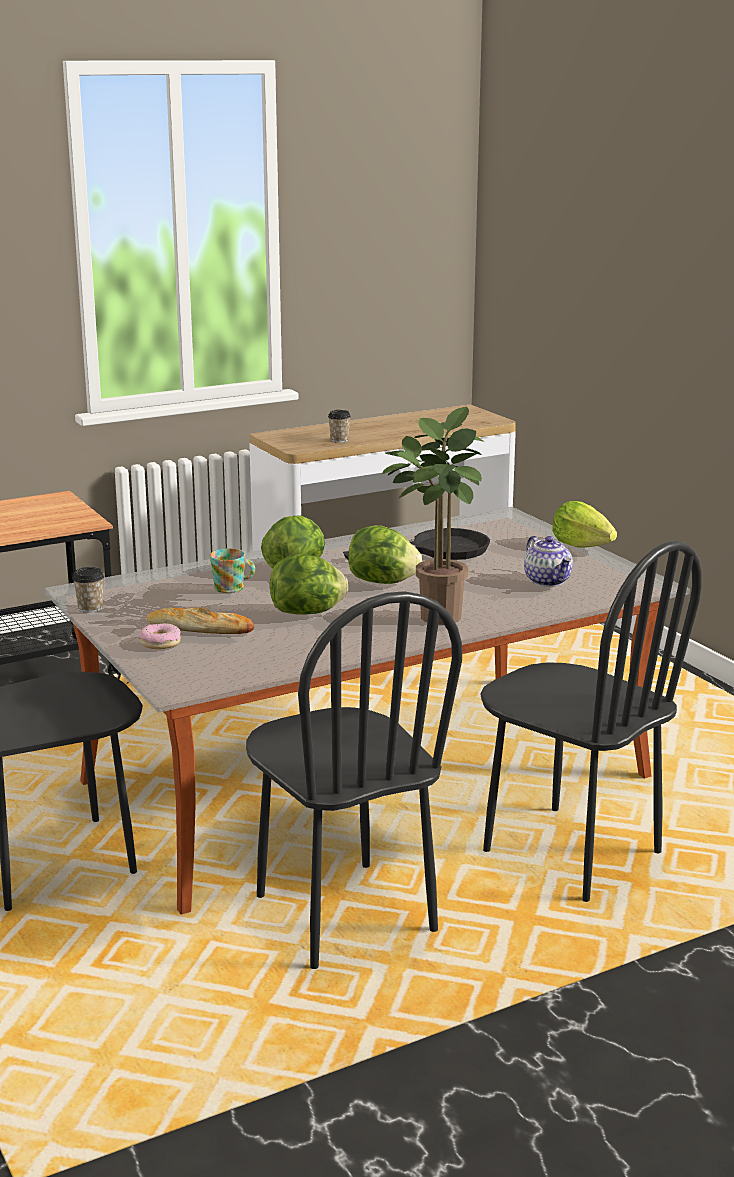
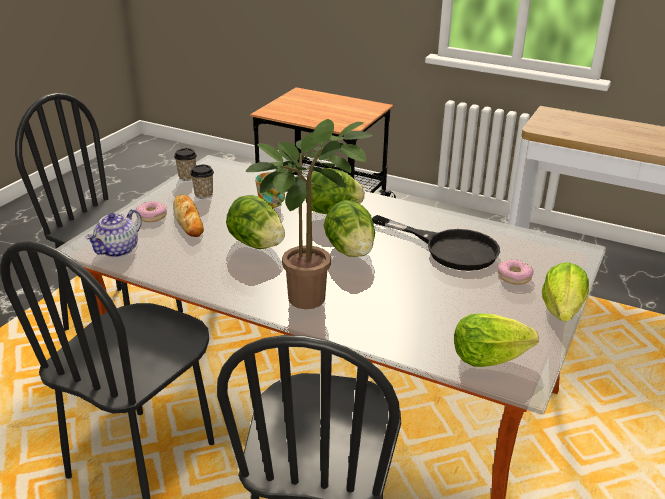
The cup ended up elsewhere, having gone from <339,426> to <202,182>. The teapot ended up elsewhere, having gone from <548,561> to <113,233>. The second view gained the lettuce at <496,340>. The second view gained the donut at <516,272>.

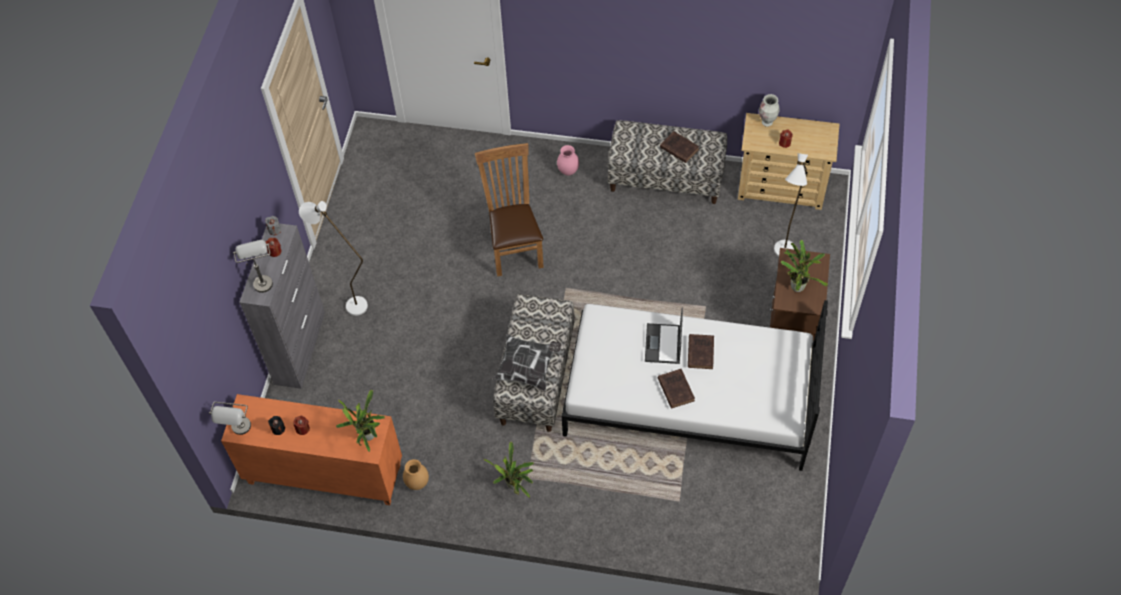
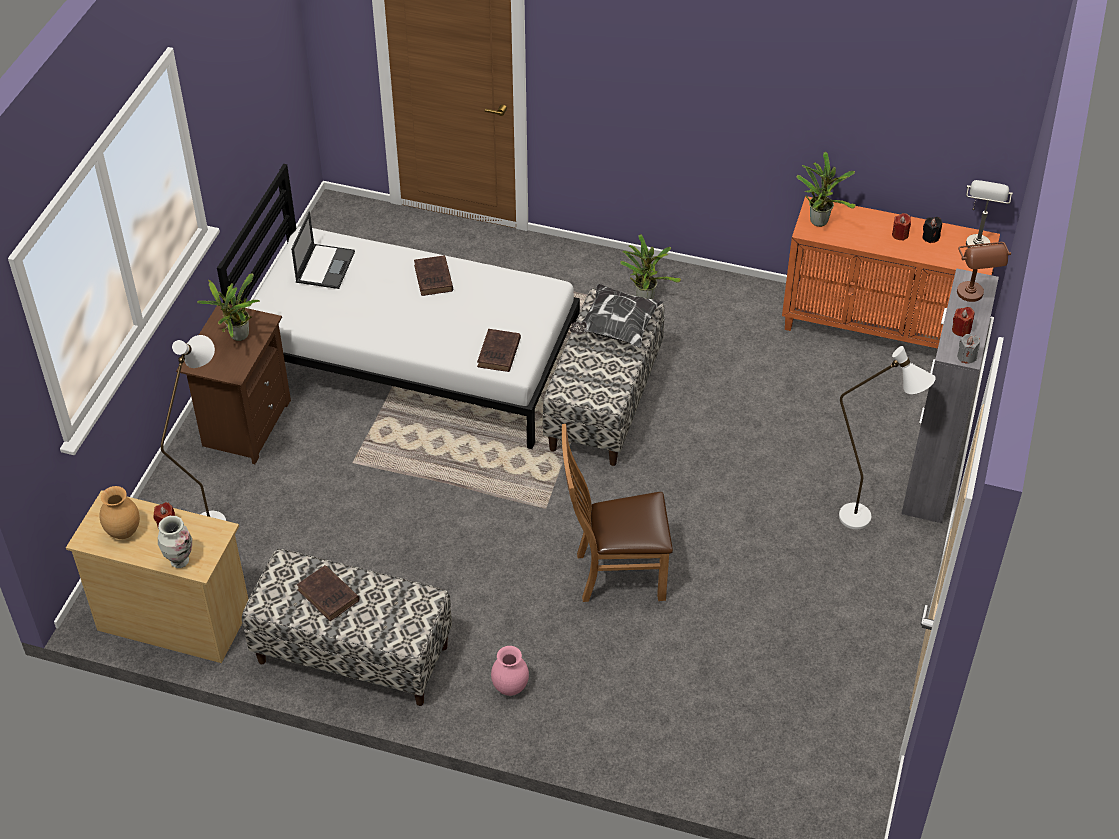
What was the grey table lamp at <253,266> turned into the brown table lamp at <984,272>. The brown vase ended up elsewhere, having gone from <416,474> to <120,512>. The brown chair at <509,210> ended up facing another way, 90 degrees clockwise from before. The laptop ended up elsewhere, having gone from <664,336> to <323,250>. The brown book ended up elsewhere, having gone from <701,351> to <499,350>.

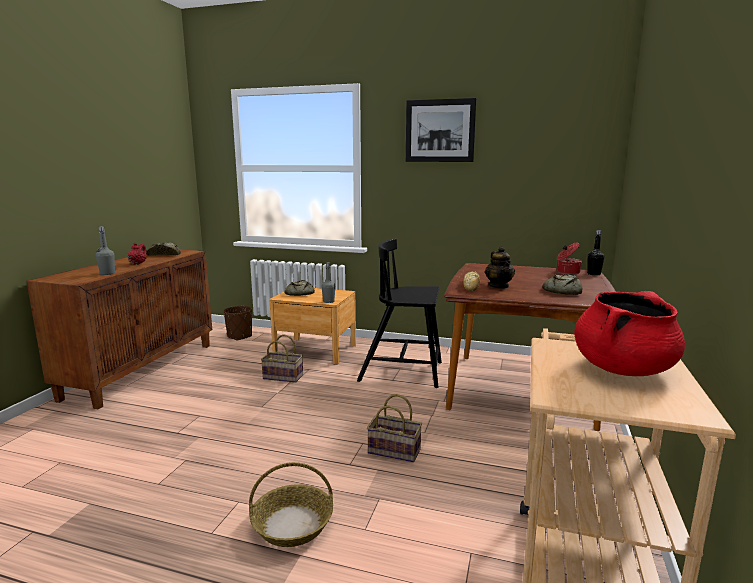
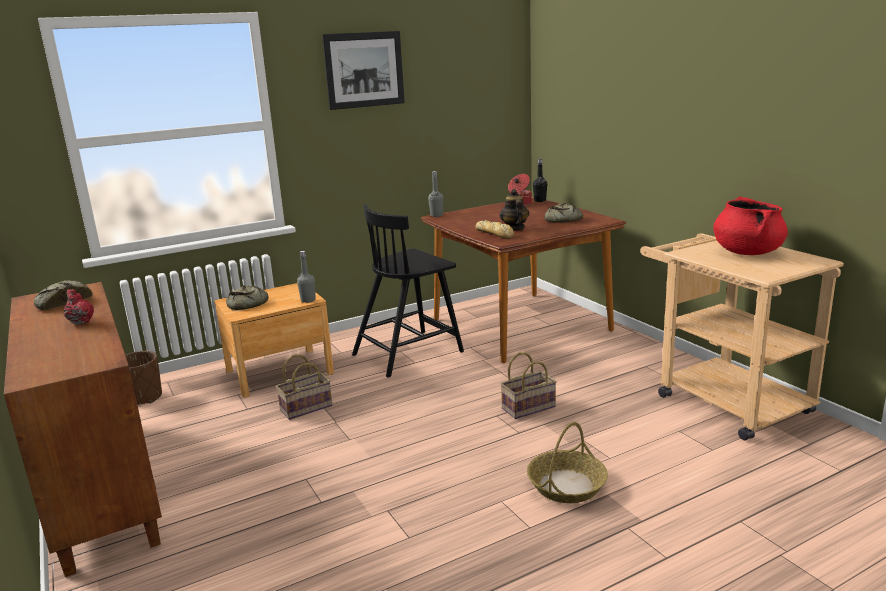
The grey bottle ended up elsewhere, having gone from <106,250> to <436,194>. The teapot at <500,267> ended up facing another way, 135 degrees counterclockwise from before.

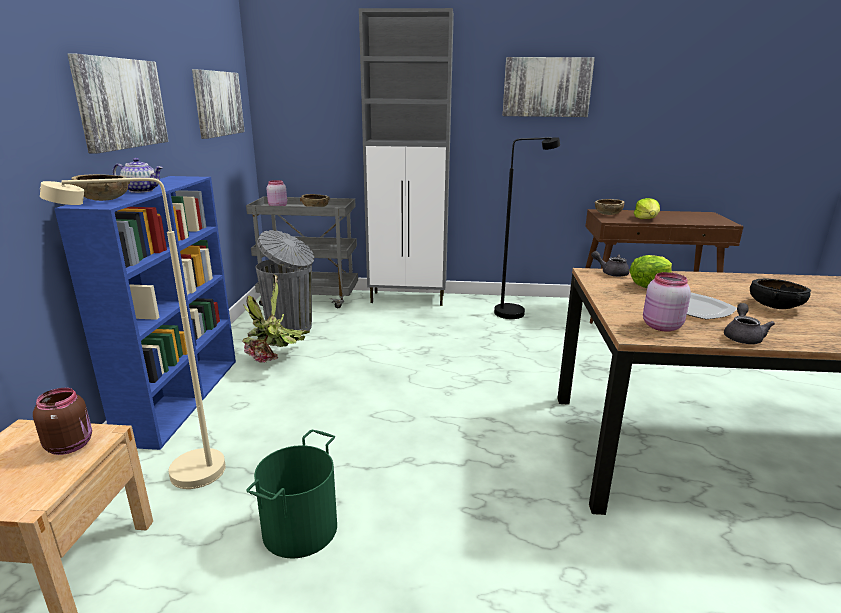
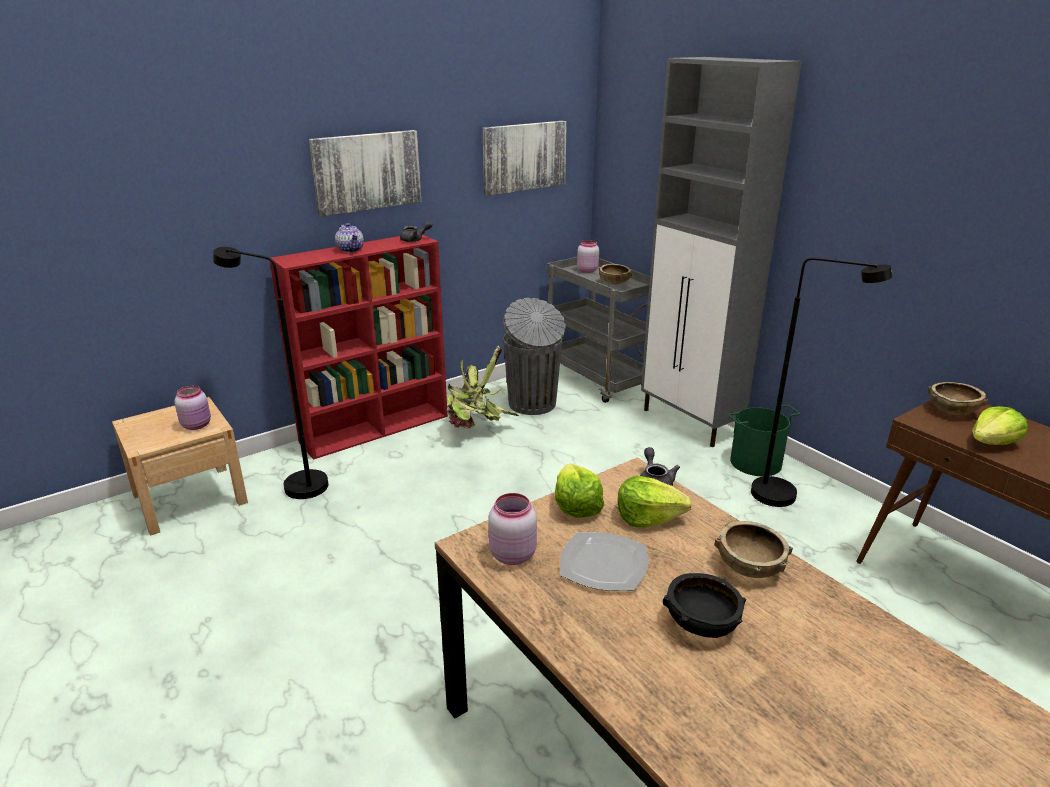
What was the brown jar at <62,421> turned into the pink jar at <192,408>. What was the beige floor lamp at <133,333> turned into the black floor lamp at <270,373>. What was the blue bookcase at <145,313> turned into the red bookcase at <359,347>. The brown bowl ended up elsewhere, having gone from <100,187> to <753,549>. The green bucket ended up elsewhere, having gone from <291,494> to <764,441>. The second view lost the picture at <549,87>. The grey teapot ended up elsewhere, having gone from <749,323> to <416,232>. The second view gained the lettuce at <579,491>.

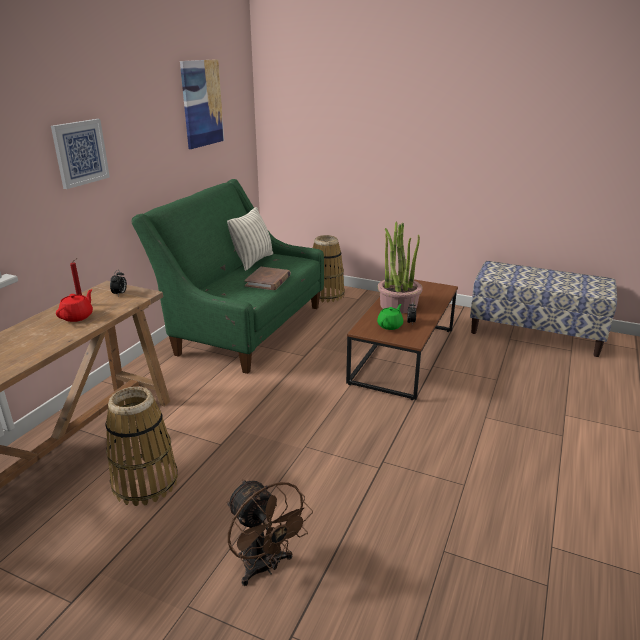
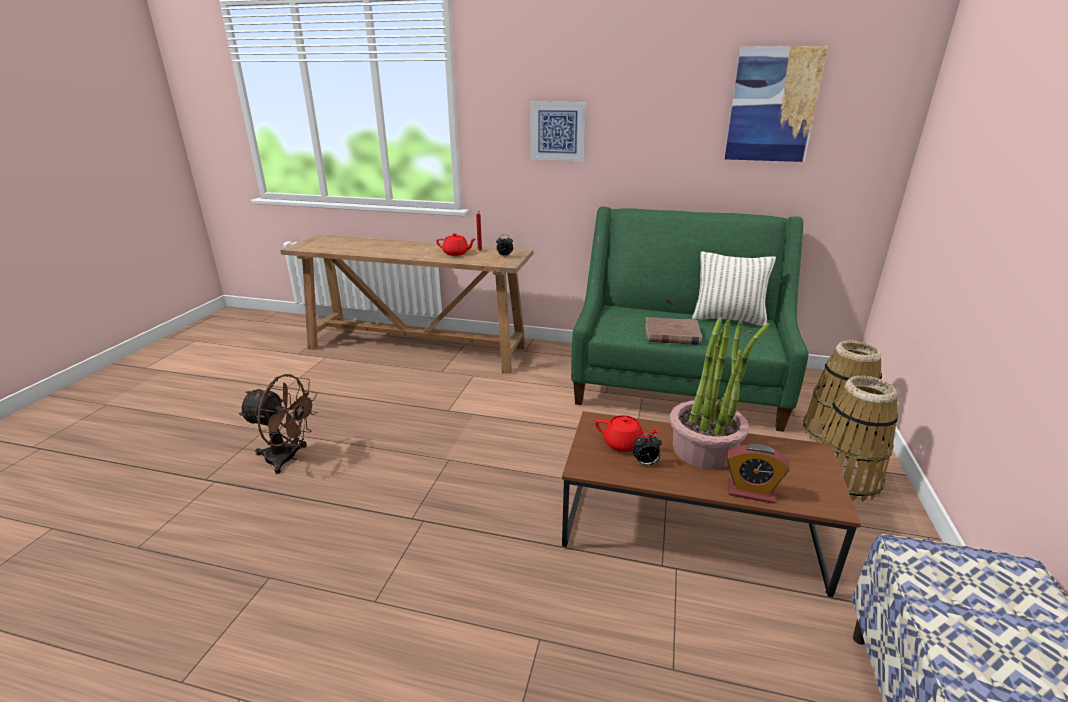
The basket ended up elsewhere, having gone from <141,446> to <857,439>. The brown fan at <270,532> ended up facing another way, 120 degrees counterclockwise from before. What was the green teapot at <390,317> turned into the red teapot at <627,433>. The second view gained the alarm clock at <758,474>.

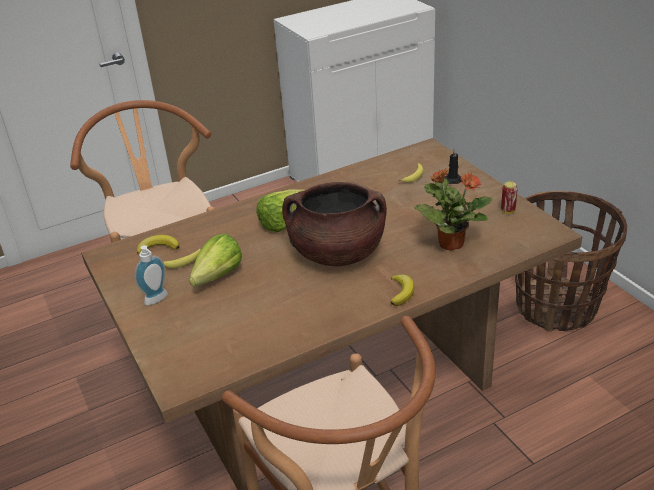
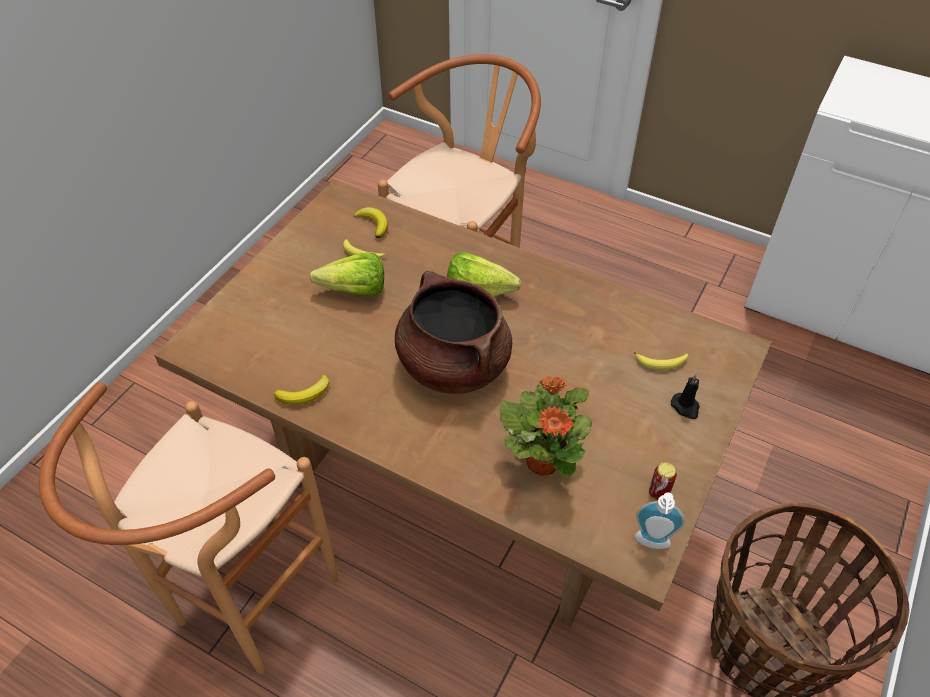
The soap dispenser ended up elsewhere, having gone from <151,275> to <660,520>. The banana ended up elsewhere, having gone from <402,290> to <301,390>.

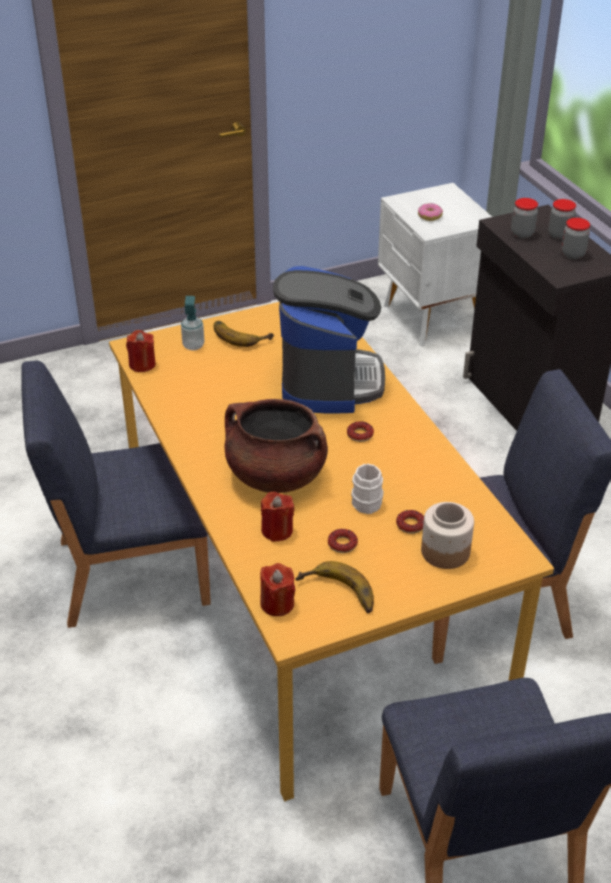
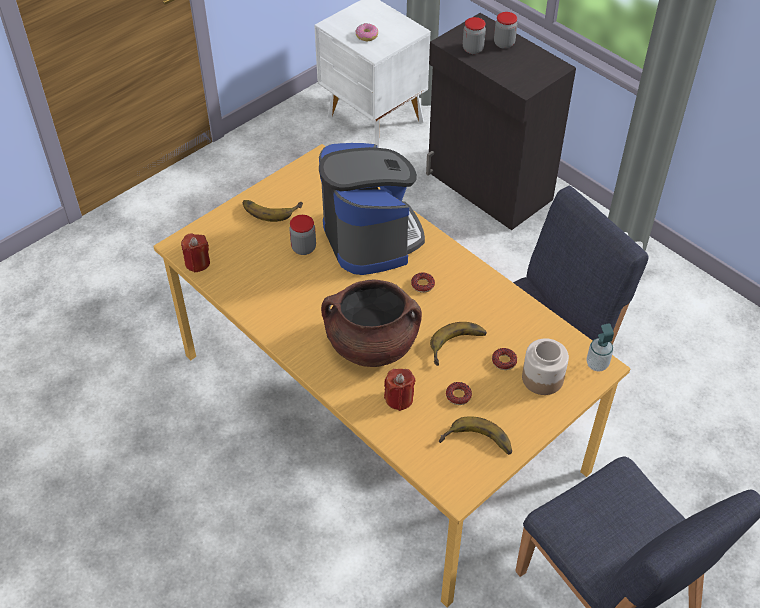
The second view lost the blue chair at <116,494>. The soap dispenser ended up elsewhere, having gone from <193,323> to <600,347>. The second view lost the red candle at <277,589>. Where the white mug stood at <367,489>, the banana came to stand at <458,344>. The jar ended up elsewhere, having gone from <575,238> to <302,235>.

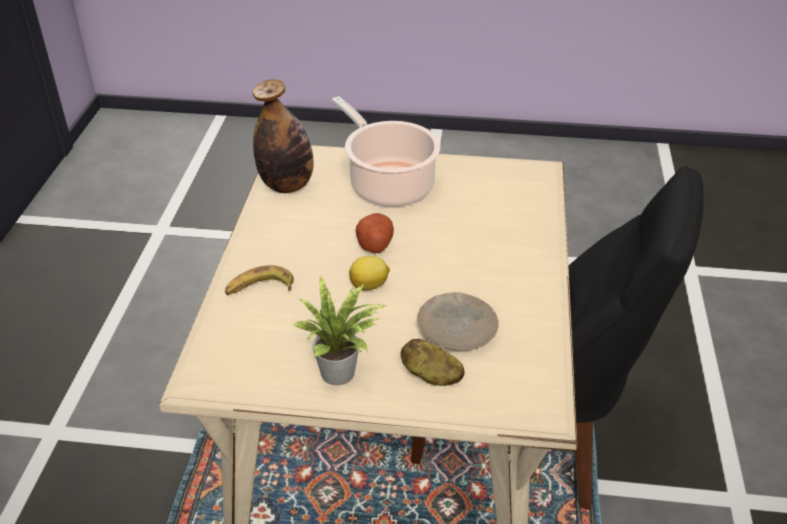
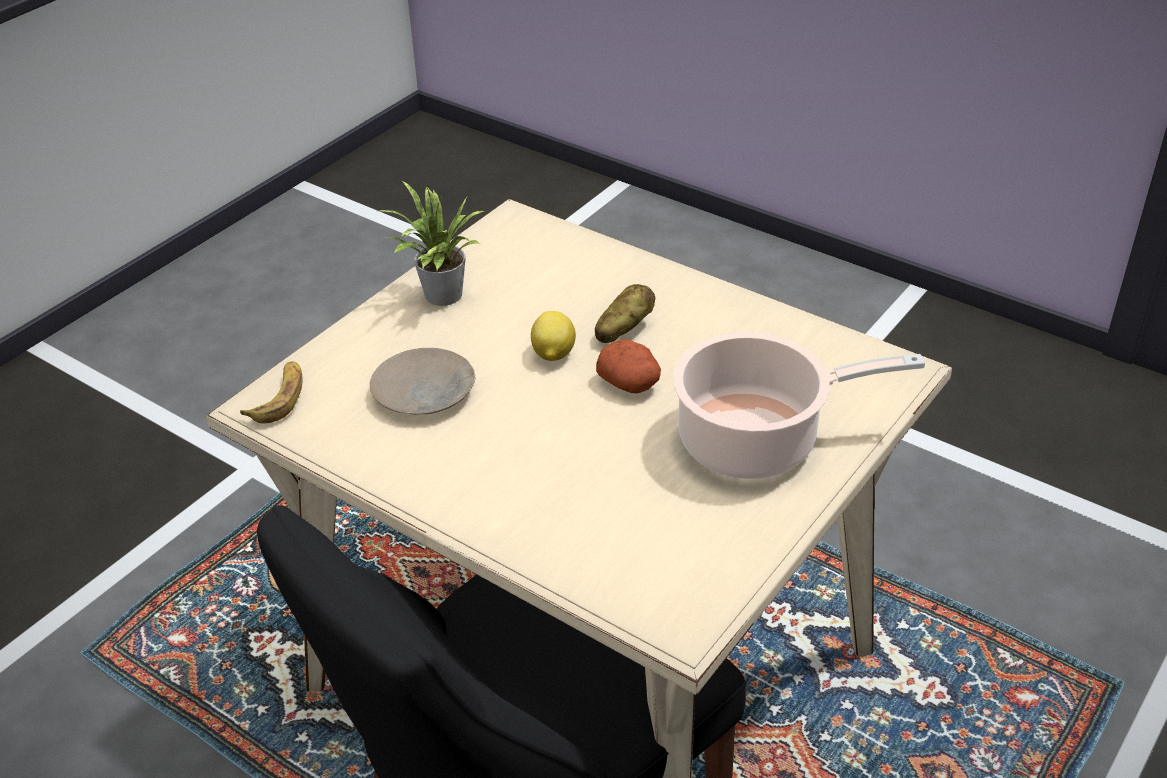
The banana ended up elsewhere, having gone from <259,280> to <271,392>. The second view lost the bottle at <283,136>. The potato ended up elsewhere, having gone from <432,362> to <625,313>.

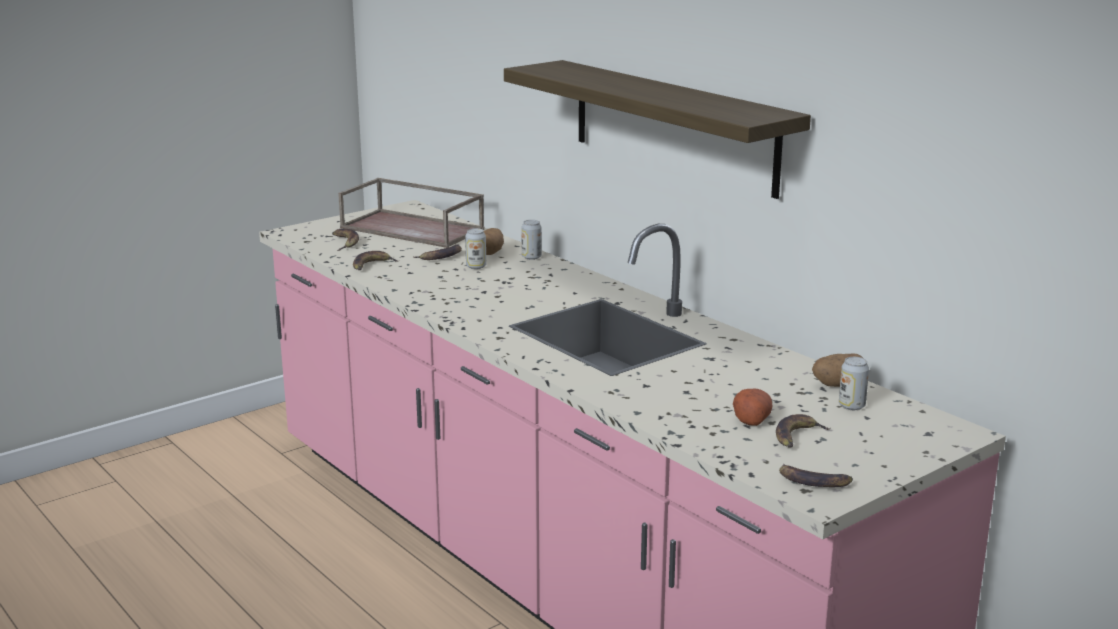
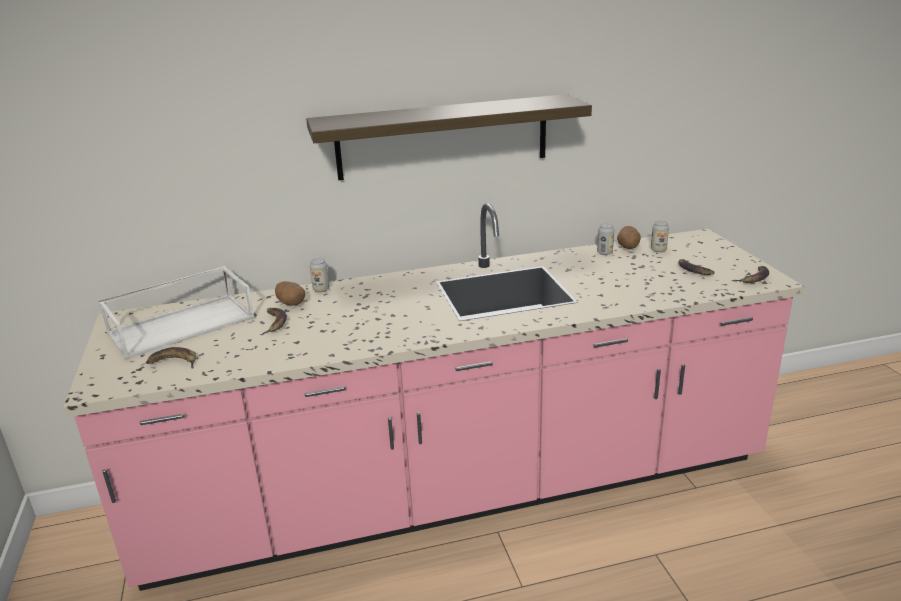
What was the brown tray at <411,213> turned into the white tray at <176,313>. The second view lost the banana at <376,260>. The can ended up elsewhere, having gone from <475,248> to <605,239>. The second view lost the potato at <753,407>.

